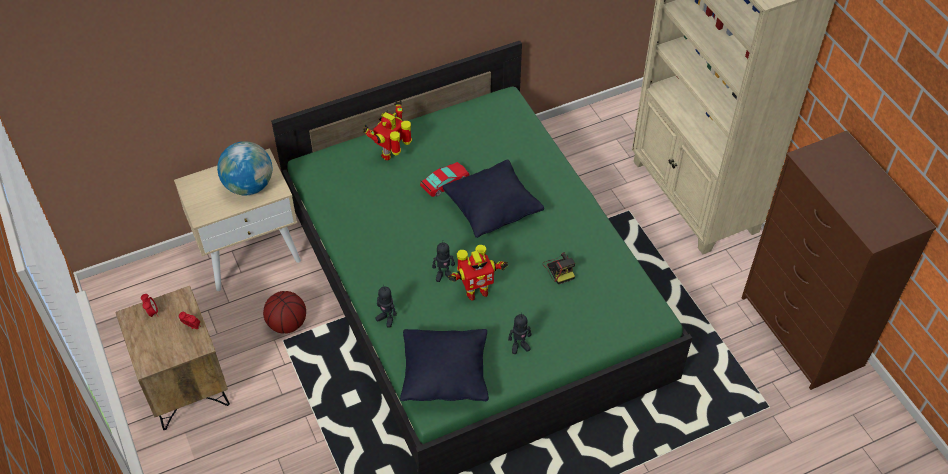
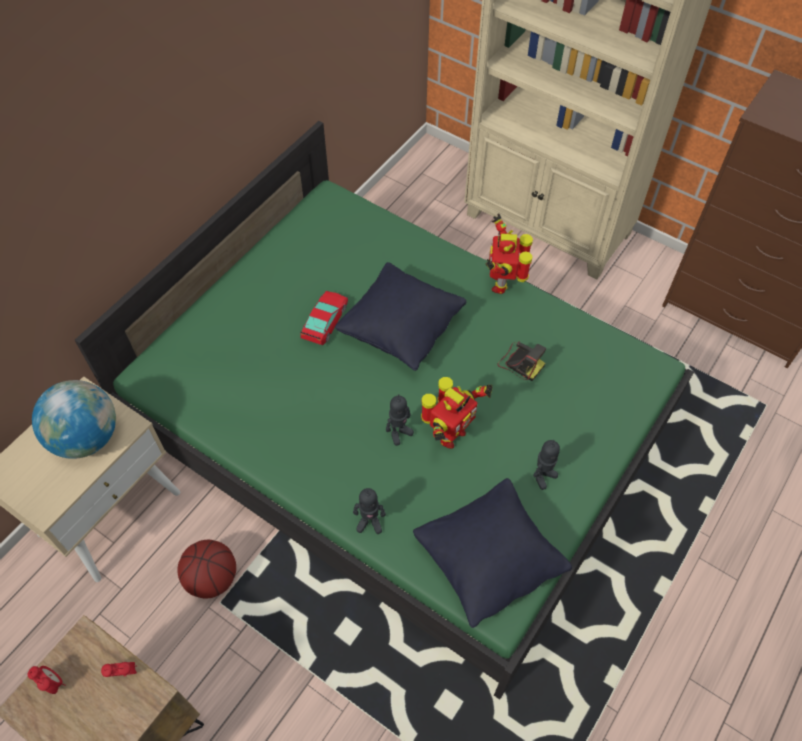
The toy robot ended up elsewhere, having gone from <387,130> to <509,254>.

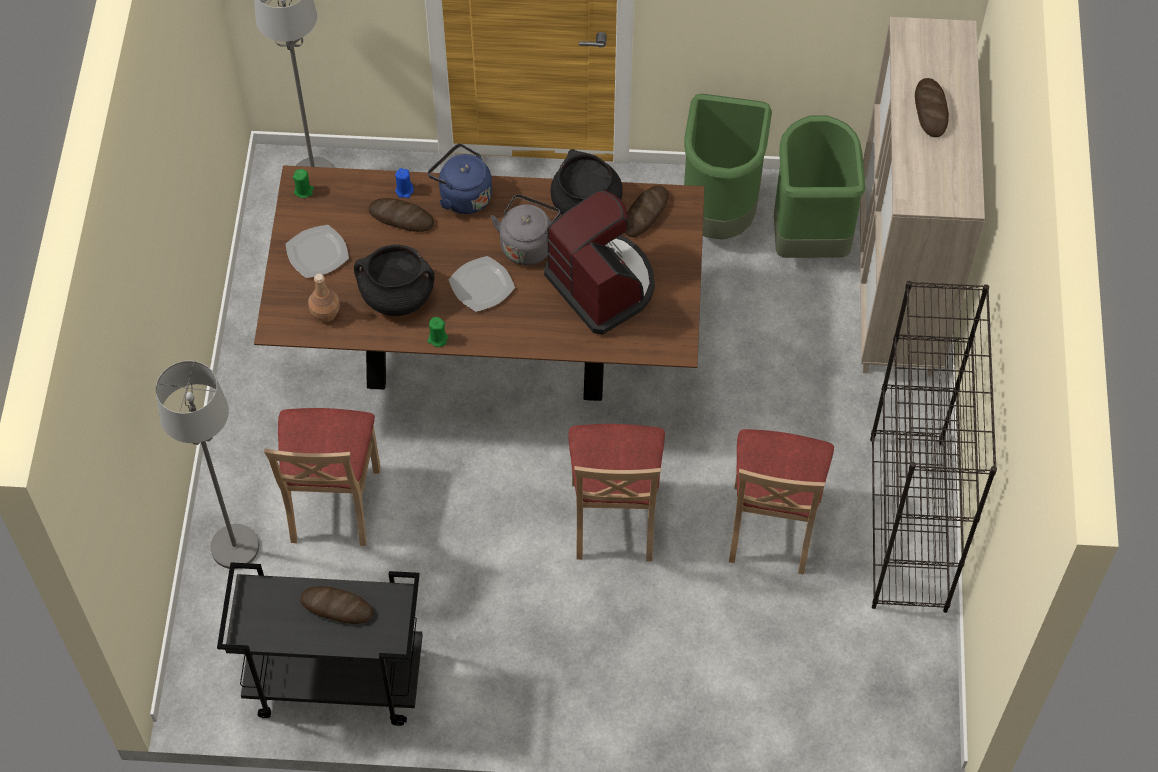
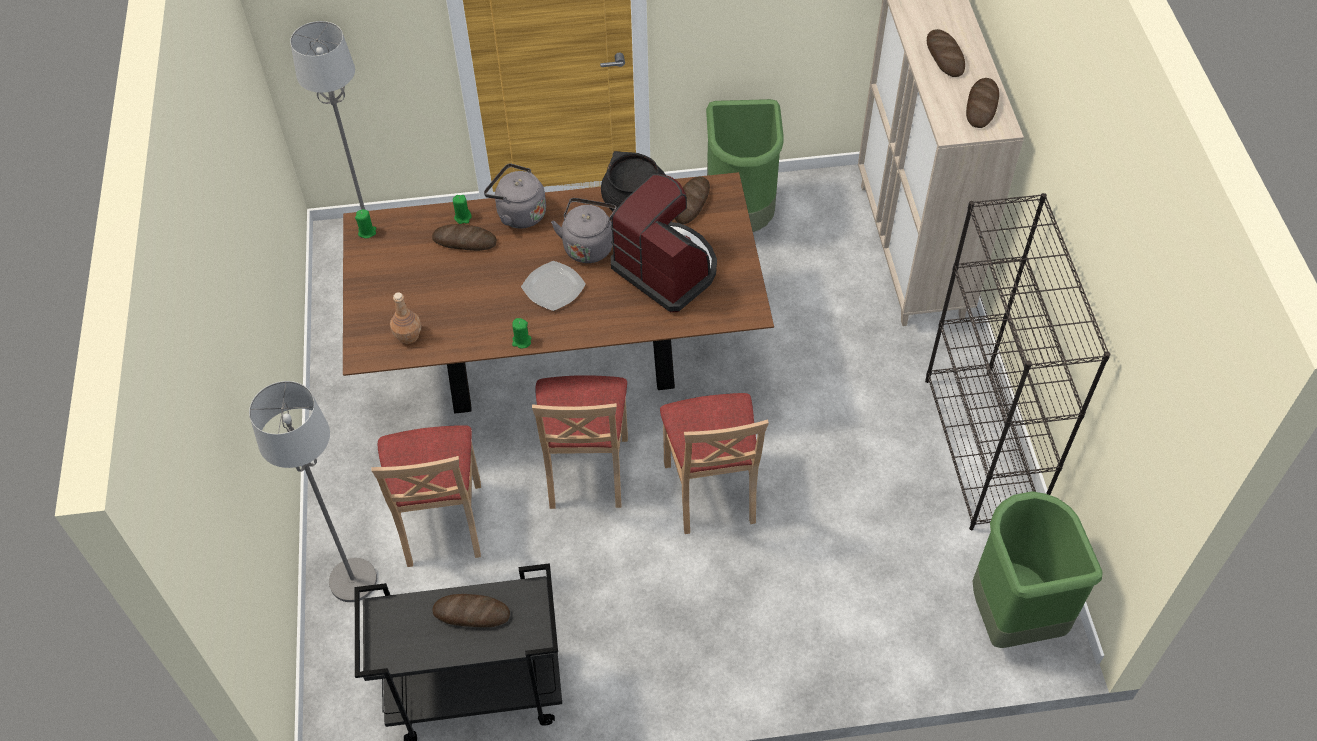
The second view lost the plate at <317,251>. The second view lost the black cooking pot at <394,280>. What was the blue candle at <404,183> turned into the green candle at <462,209>. What was the blue kettle at <460,179> turned into the grey kettle at <515,196>. The beige chair ended up elsewhere, having gone from <781,502> to <580,442>. The green trash can ended up elsewhere, having gone from <820,186> to <1038,569>. The second view gained the bread at <982,103>.

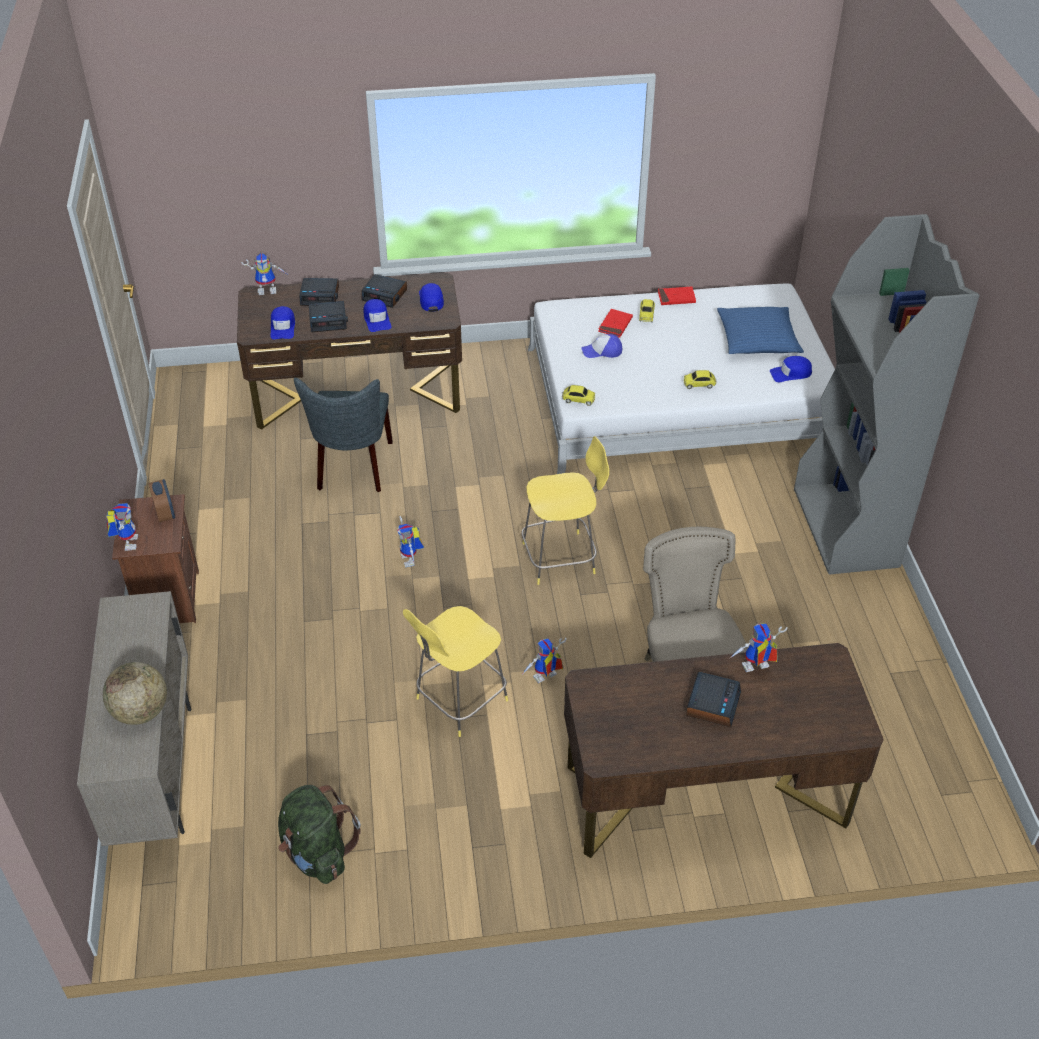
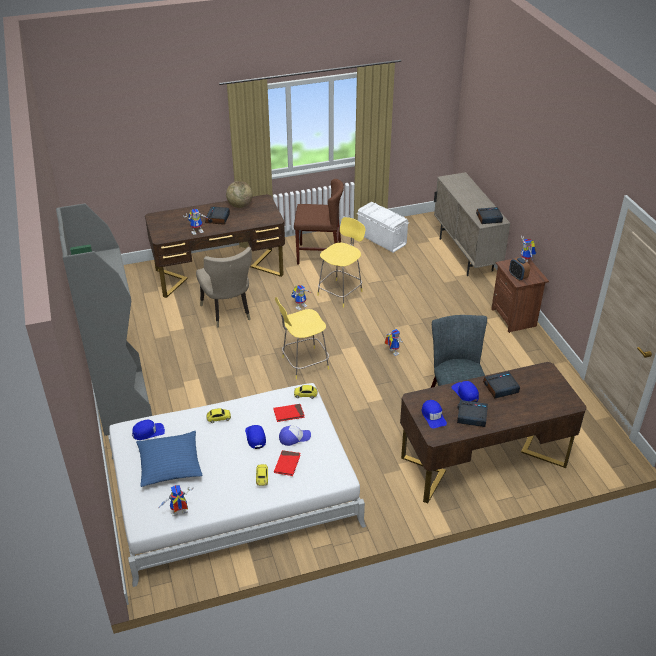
The globe ended up elsewhere, having gone from <135,693> to <239,194>. The toy robot ended up elsewhere, having gone from <264,274> to <176,500>. The blue cap ended up elsewhere, having gone from <282,322> to <255,437>. Where the green backpack stood at <319,834>, the white storage box came to stand at <383,227>. The alarm clock ended up elsewhere, having gone from <319,292> to <489,215>. The red book ended up elsewhere, having gone from <677,296> to <289,413>. The second view gained the brown chair at <319,222>.

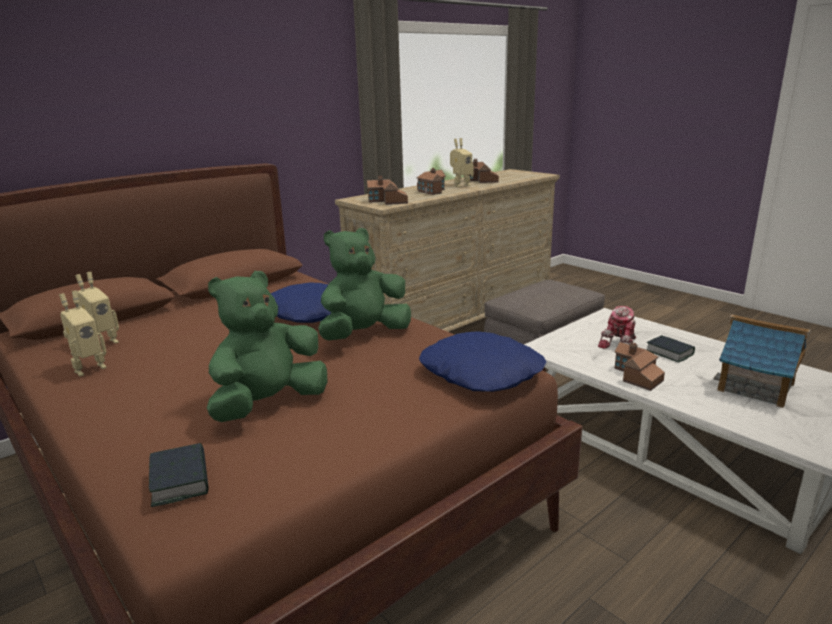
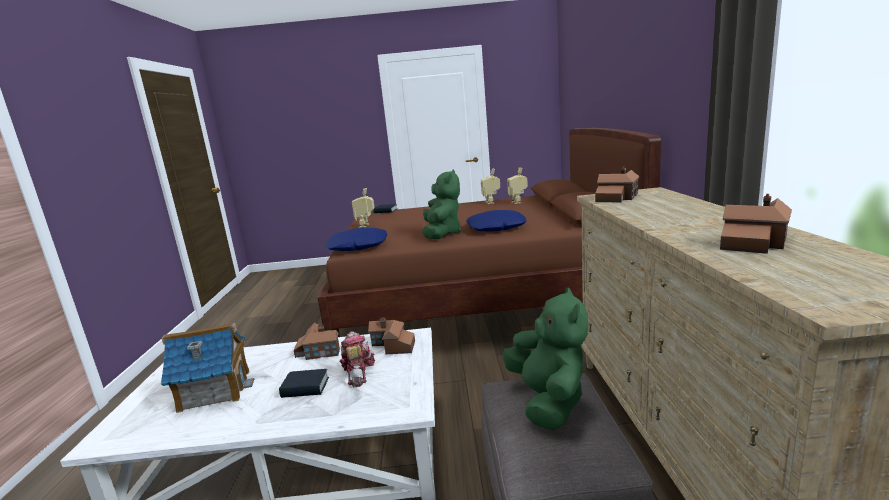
The green plush toy ended up elsewhere, having gone from <267,346> to <545,359>. The toy house ended up elsewhere, having gone from <431,181> to <391,335>. The toy robot ended up elsewhere, having gone from <462,162> to <363,208>.

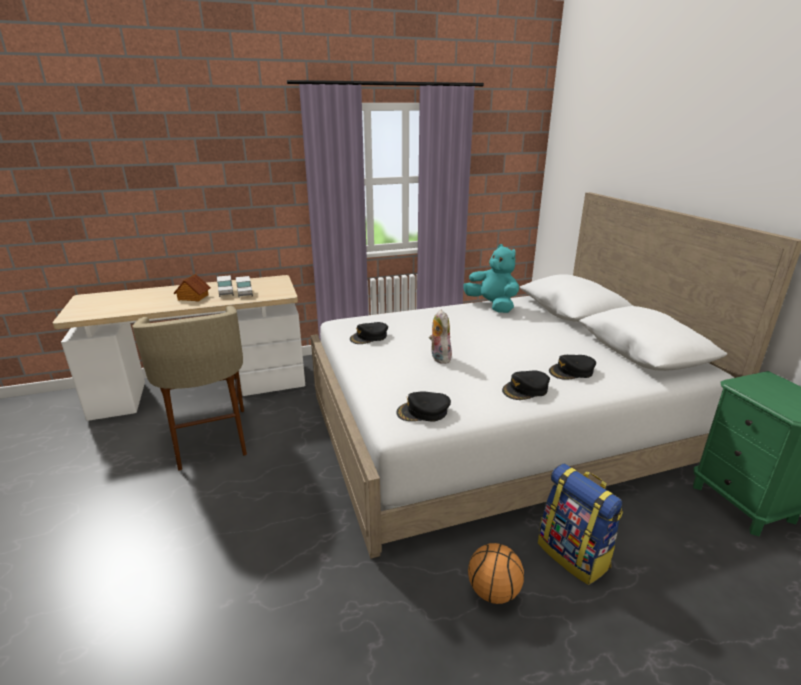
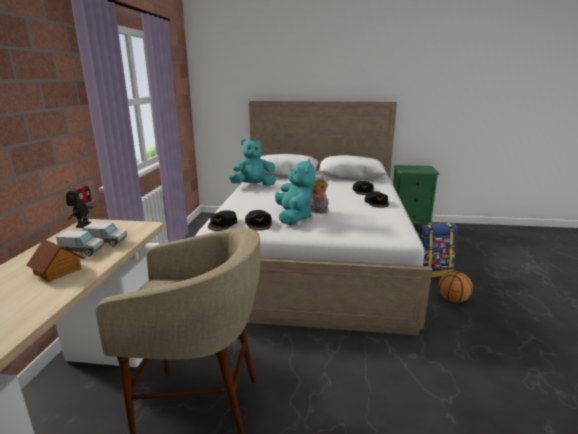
The black cap ended up elsewhere, having gone from <423,406> to <222,220>. The second view gained the toy robot at <79,202>. The second view gained the turquoise plush toy at <295,192>.

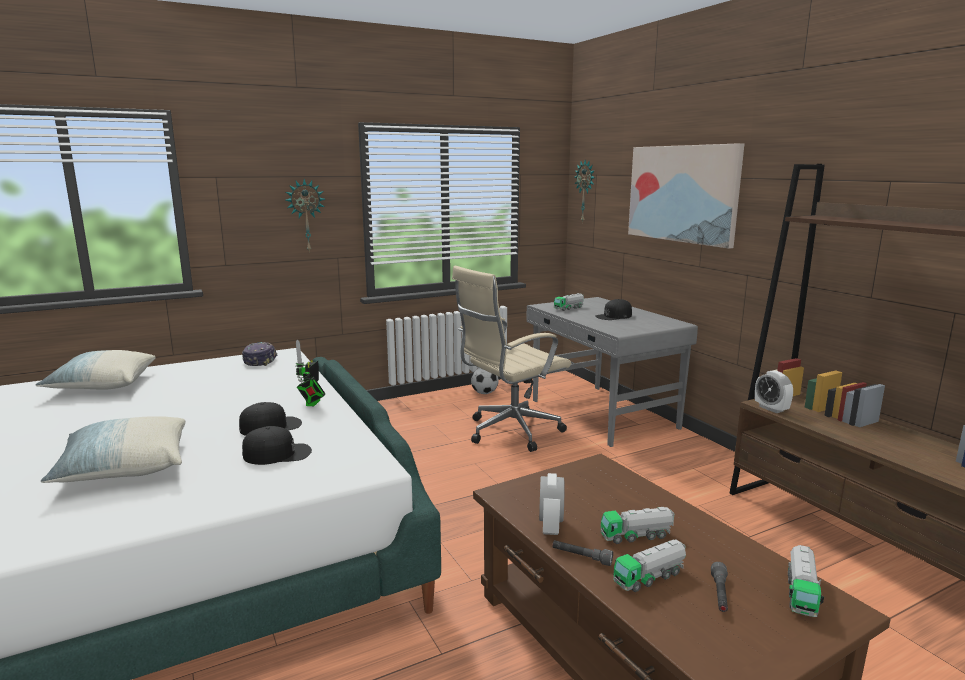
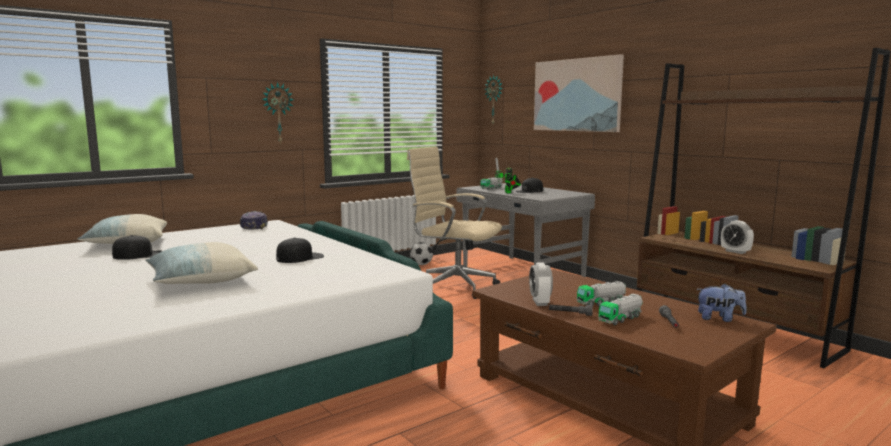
The black cap ended up elsewhere, having gone from <277,445> to <137,247>. The toy robot ended up elsewhere, having gone from <310,372> to <508,175>. The beige office chair at <511,359> ended up facing another way, 75 degrees clockwise from before. The alarm clock ended up elsewhere, having gone from <774,391> to <737,237>. Where the toy truck stood at <806,581>, the plush toy came to stand at <721,302>.

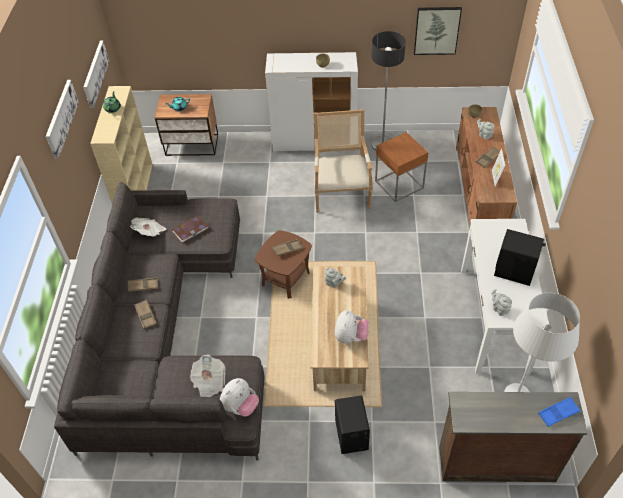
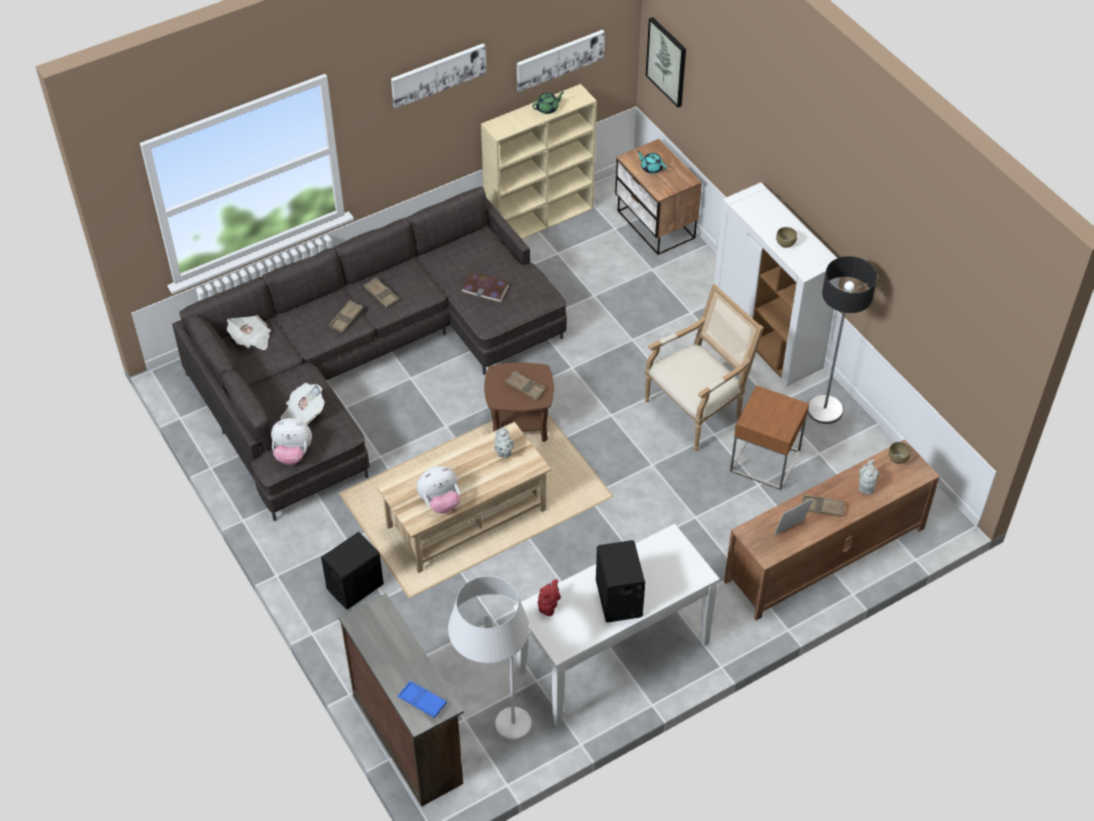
The newspaper ended up elsewhere, having gone from <148,227> to <249,332>. The picture ended up elsewhere, having gone from <438,31> to <666,62>. What was the grey teapot at <502,302> turned into the red teapot at <549,597>.

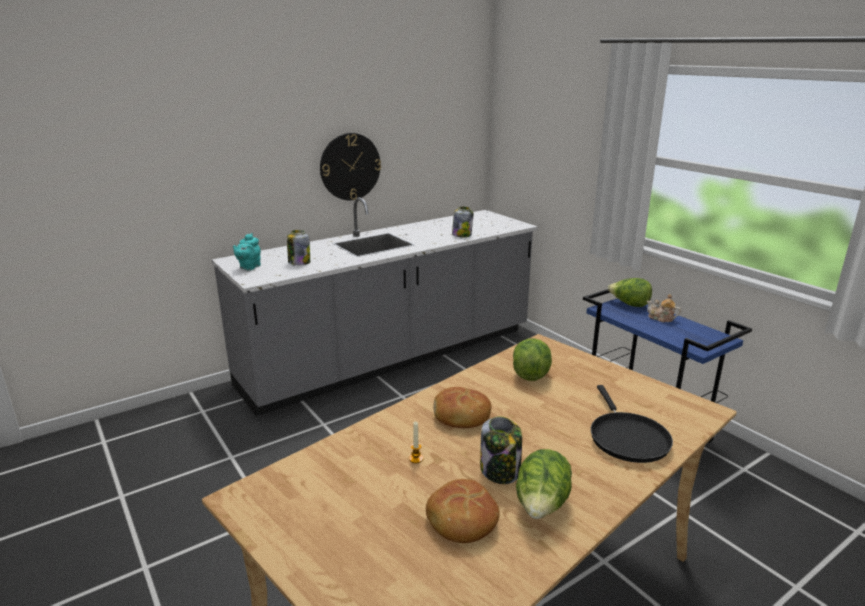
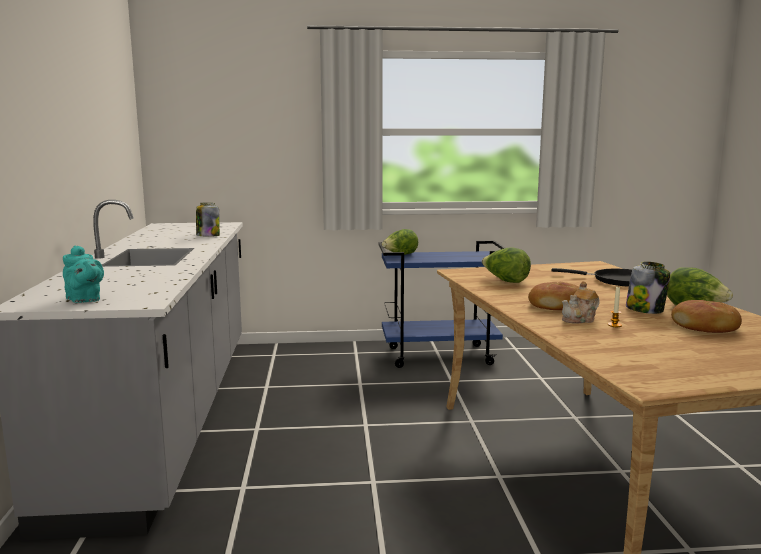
The second view lost the jar at <298,247>. The second view lost the wall clock at <350,166>. The teapot ended up elsewhere, having gone from <664,308> to <581,302>.

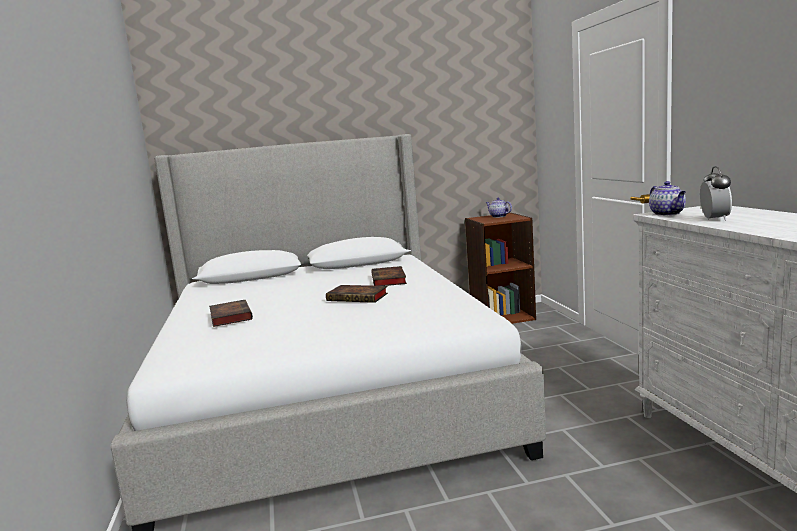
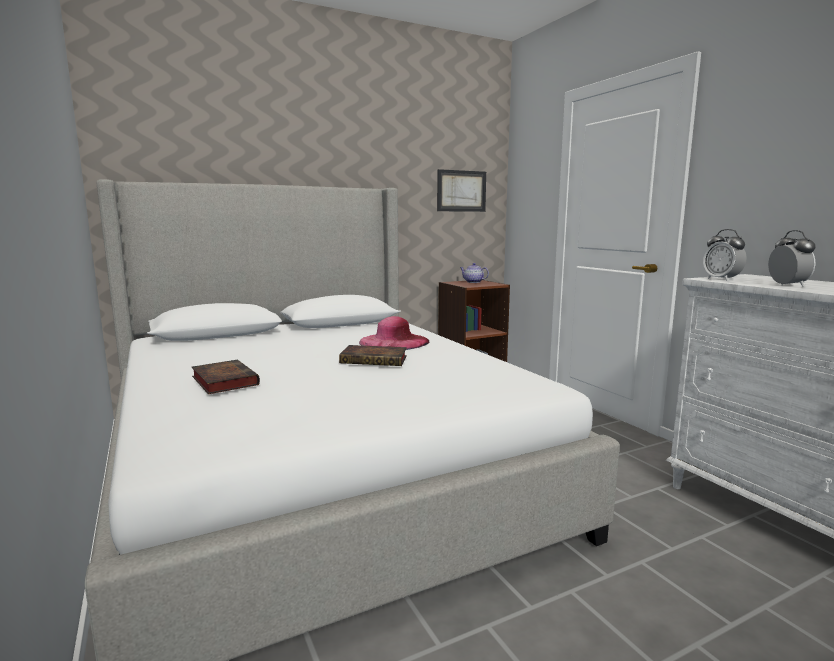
Where the book stood at <389,276>, the pink hat came to stand at <394,333>. Where the teapot stood at <667,198>, the alarm clock came to stand at <725,255>. The second view gained the picture at <461,190>.

